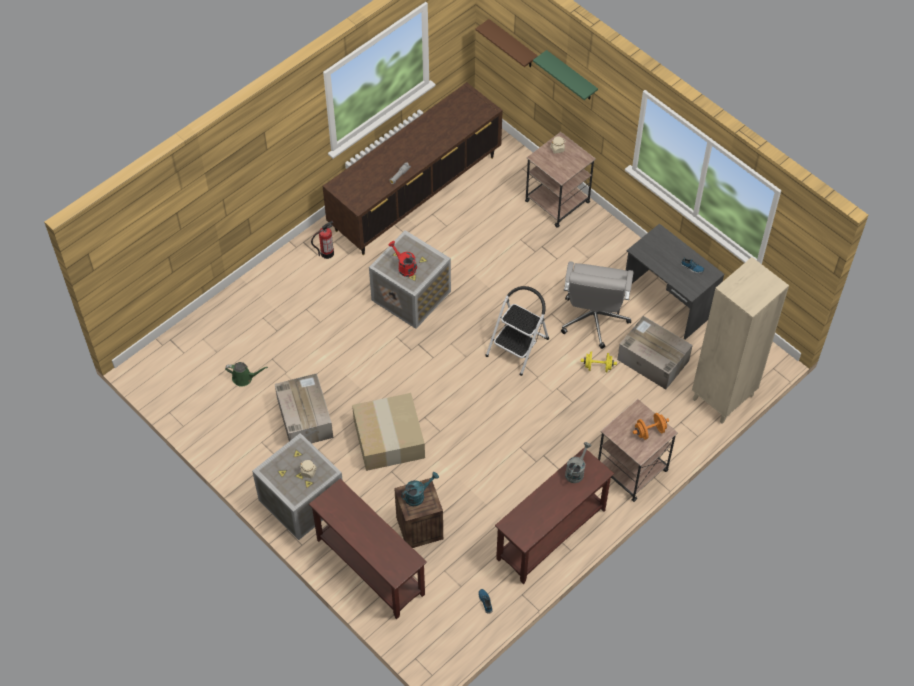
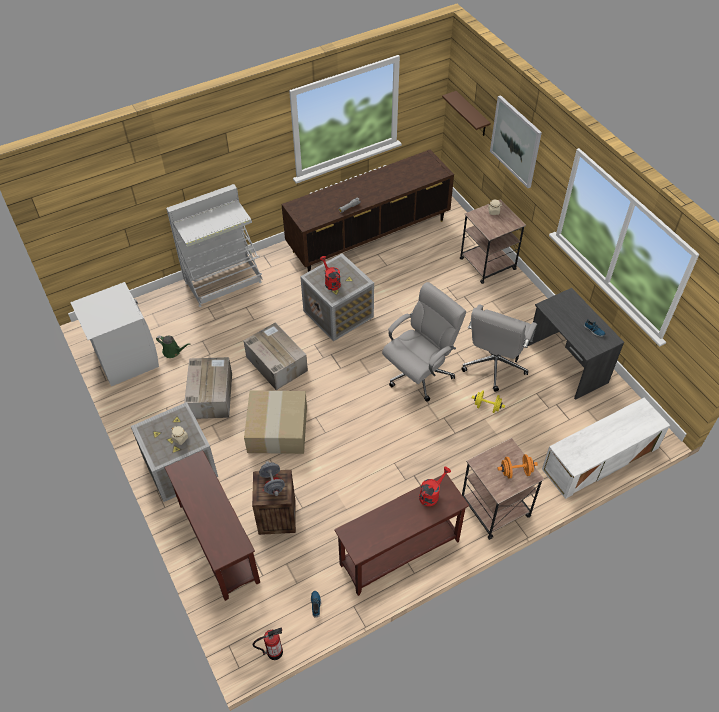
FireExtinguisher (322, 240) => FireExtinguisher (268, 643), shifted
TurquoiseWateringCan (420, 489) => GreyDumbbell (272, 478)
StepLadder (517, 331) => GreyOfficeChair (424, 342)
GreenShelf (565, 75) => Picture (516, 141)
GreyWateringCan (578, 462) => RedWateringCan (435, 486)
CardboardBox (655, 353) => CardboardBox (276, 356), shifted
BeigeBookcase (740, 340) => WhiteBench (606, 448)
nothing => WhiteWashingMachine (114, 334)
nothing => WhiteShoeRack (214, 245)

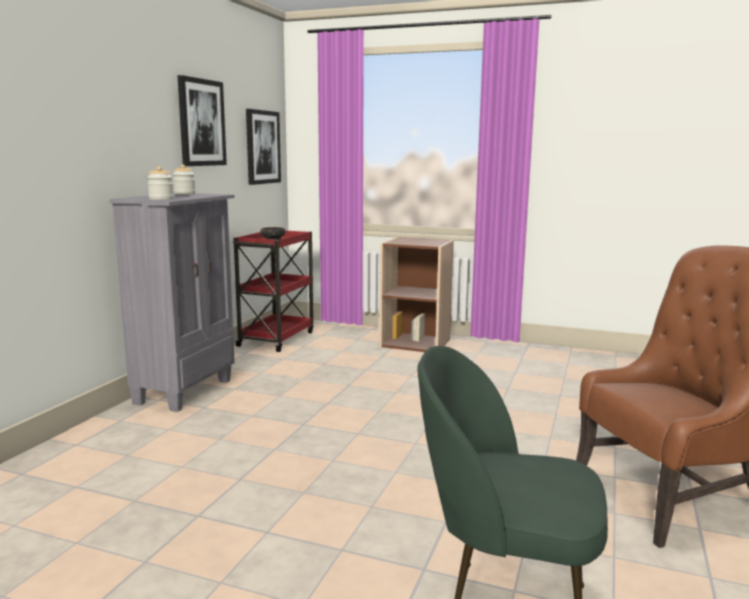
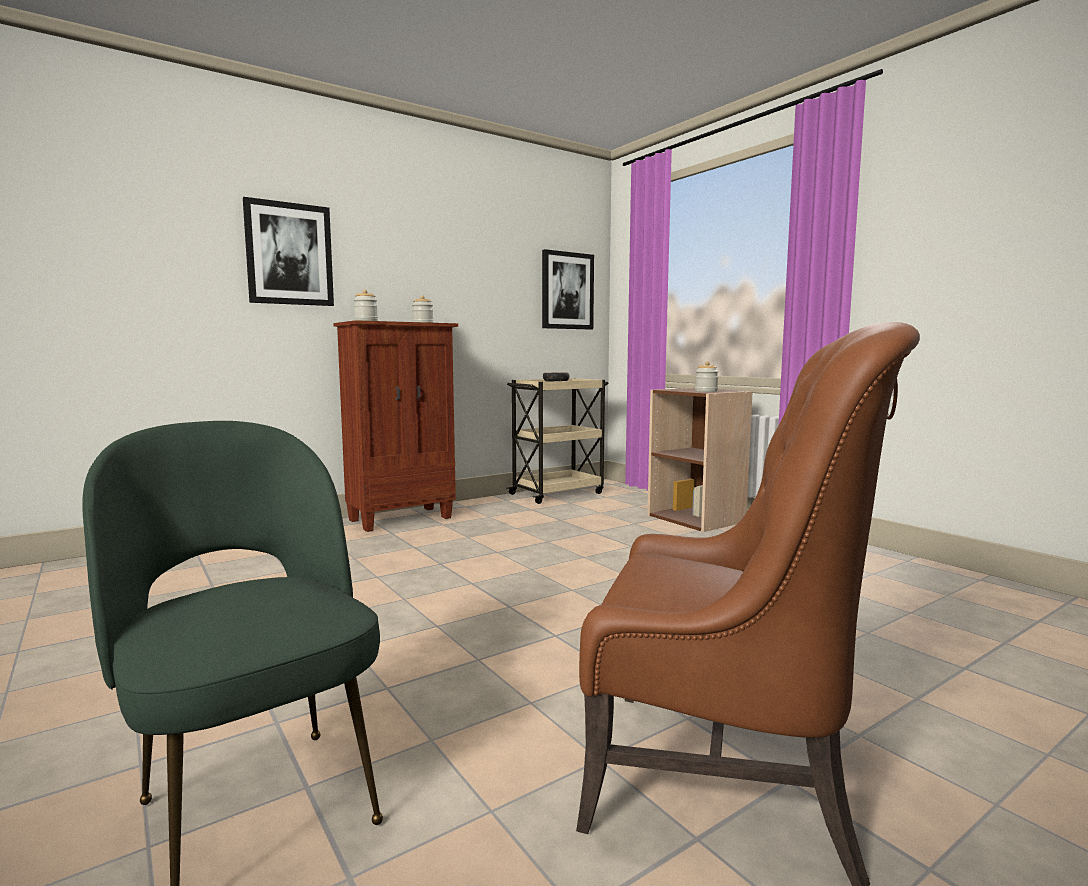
GreyCabinet (172, 302) => BrownCabinet (395, 426)
Picture (202, 120) => Picture (288, 251), shifted
RedCart (273, 291) => BeigeCart (558, 441)
nothing => Jar (706, 376)

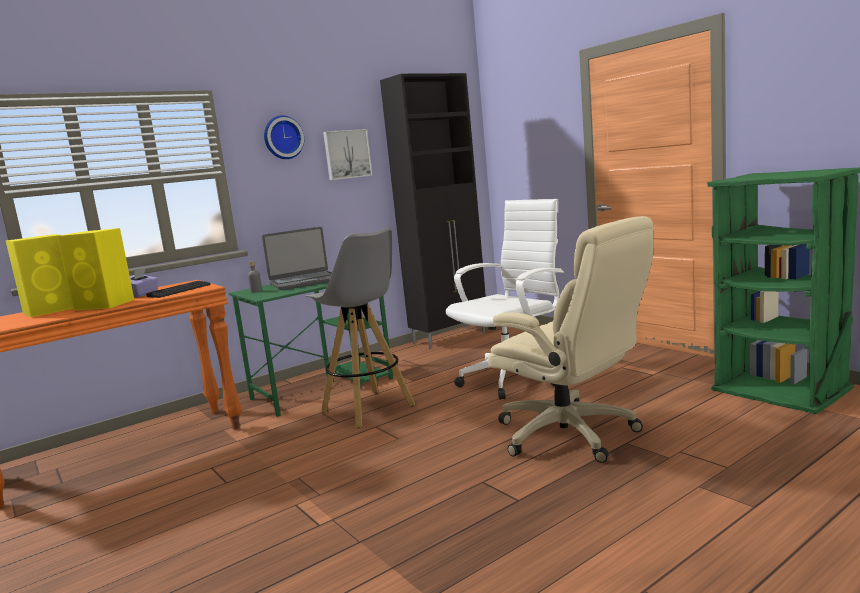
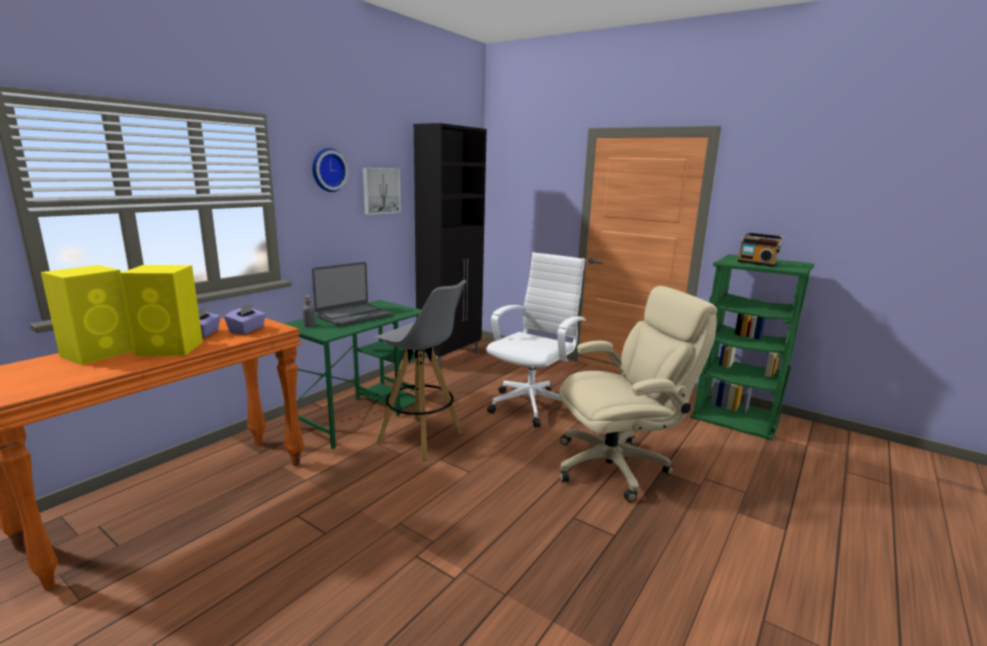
Keyboard (178, 289) => PurpleTissueBox (245, 318)
BeigeOfficeChair (571, 339) => BeigeOfficeChair (638, 394), 45 degrees counterclockwise
nothing => Radio (761, 249)

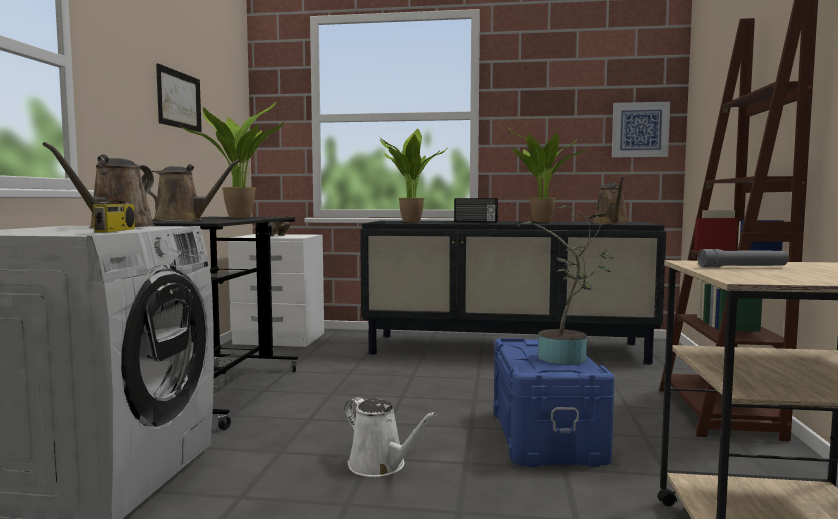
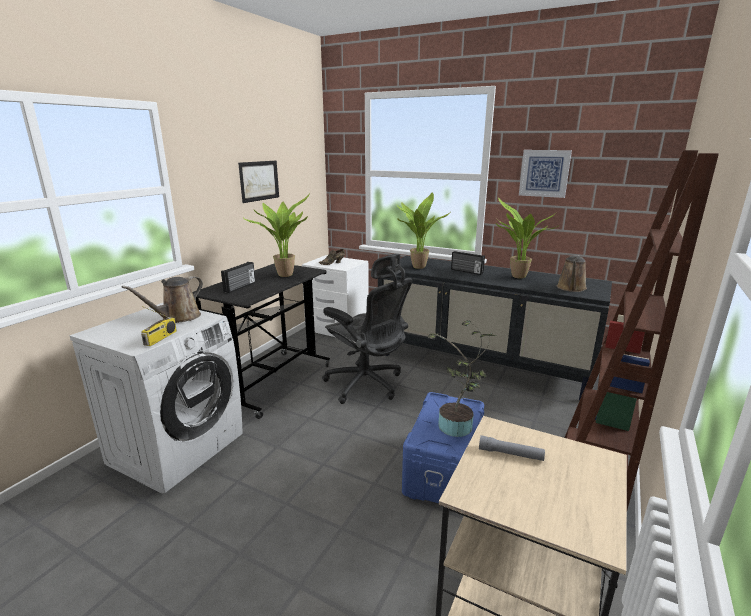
BrownWateringCan (191, 190) => Radio (238, 277)
WhiteWateringCan (391, 437) => nothing
Picture (641, 129) => Picture (545, 174), shifted
nothing => OfficeChair (367, 329)

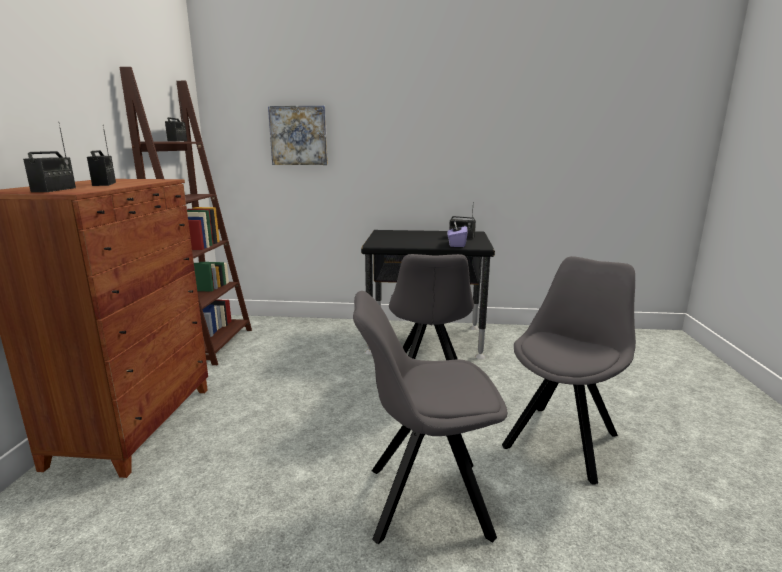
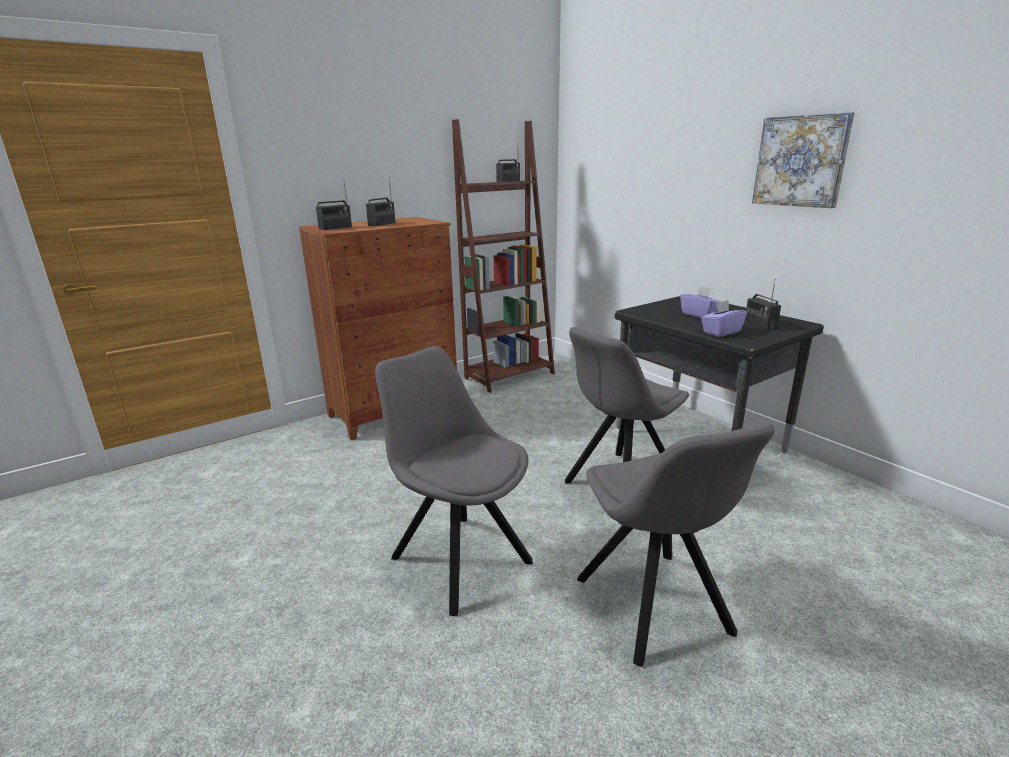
Picture (298, 135) => Picture (803, 160), shifted
GreyChair (569, 370) => GreyChair (676, 545), 75 degrees clockwise
nothing => PurpleTissueBox (700, 301)

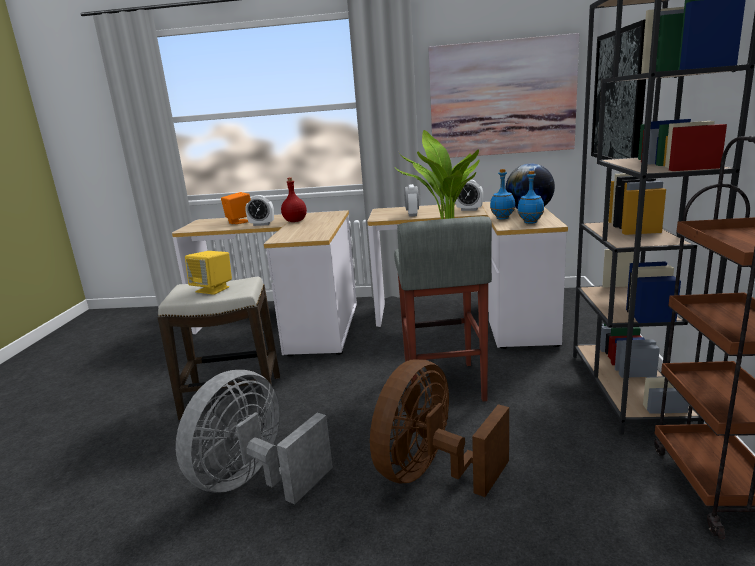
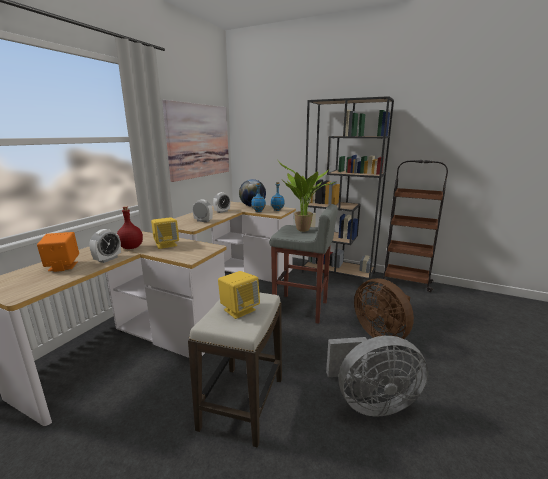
GreyFan (254, 437) => GreyFan (377, 376), 60 degrees counterclockwise
Picture (618, 89) => nothing
nothing => YellowSpeaker (165, 233)

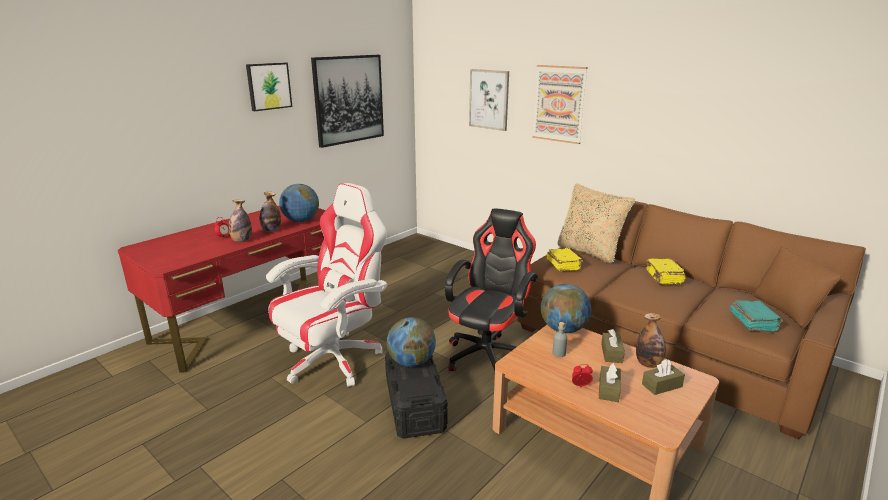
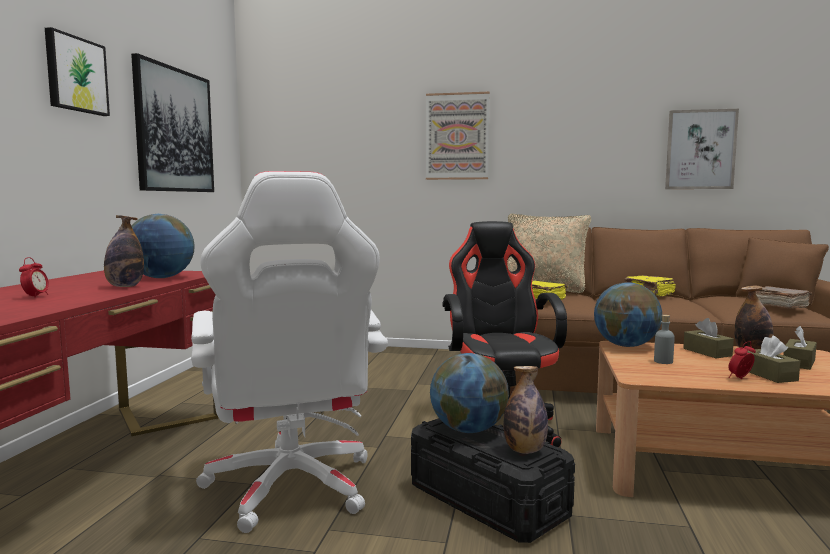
Bottle (240, 221) => Bottle (526, 410), shifted
WhiteOfficeChair (326, 285) => WhiteOfficeChair (289, 352), 150 degrees clockwise
Picture (489, 100) => Picture (702, 149), shifted
TurquoiseBook (756, 316) => BrownBook (783, 297)

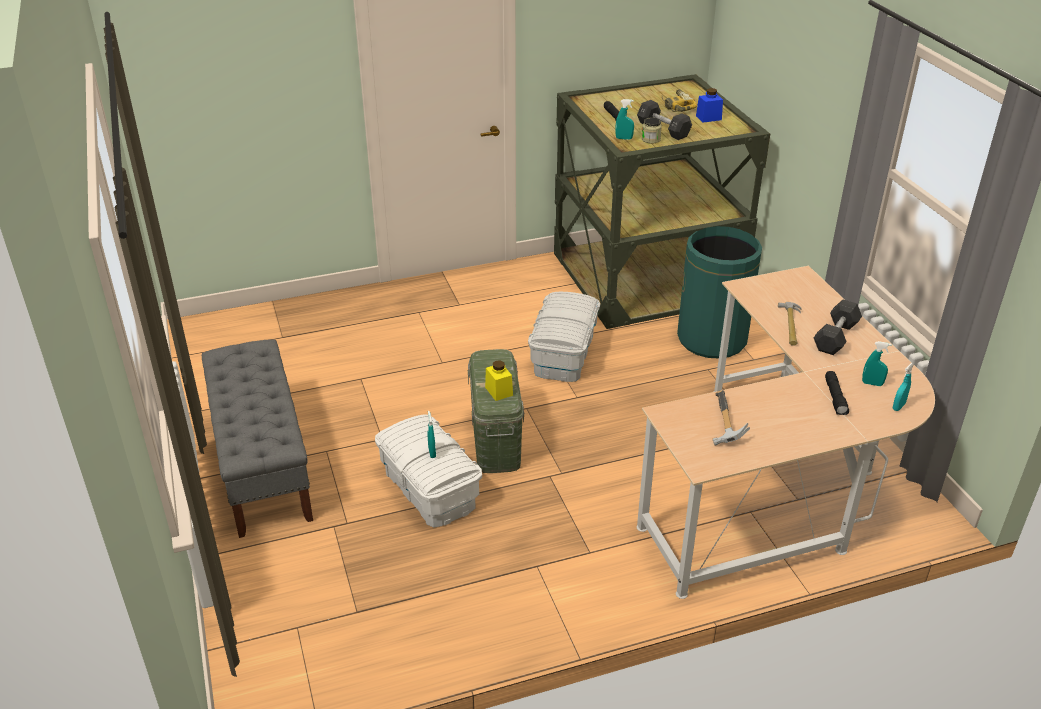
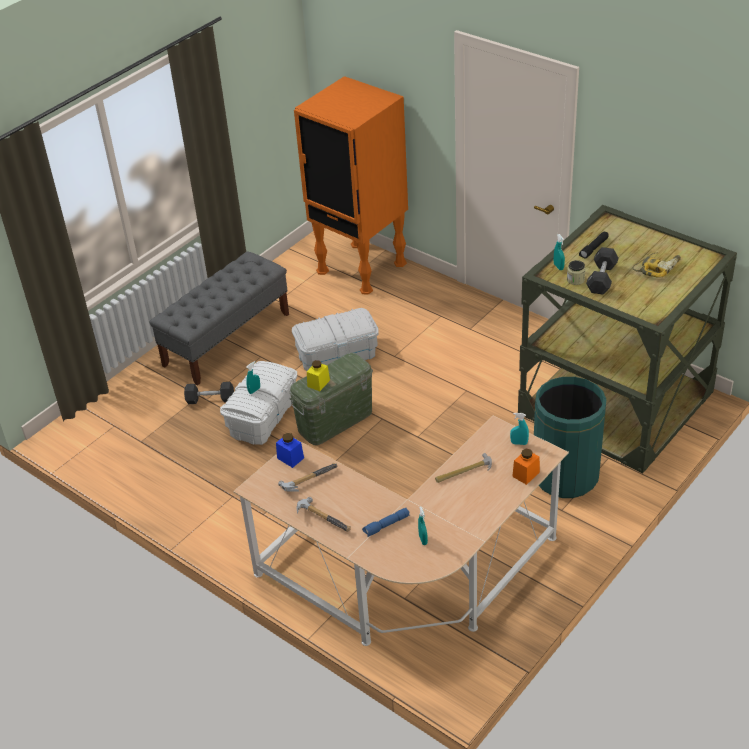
WhiteStorageBox (564, 337) => WhiteStorageBox (335, 339), shifted
BlueJar (709, 105) => BlueJar (290, 450), shifted
GreyDumbbell (838, 327) => GreyDumbbell (209, 393), shifted
BlackFlashlight (837, 393) => BlueFlashlight (385, 522)
TurquoiseSprayBottle (903, 387) => TurquoiseSprayBottle (519, 429), shifted
nothing => OrangeCabinet (351, 185)
nothing => Hammer (323, 514)
nothing => OrangeJar (526, 467)

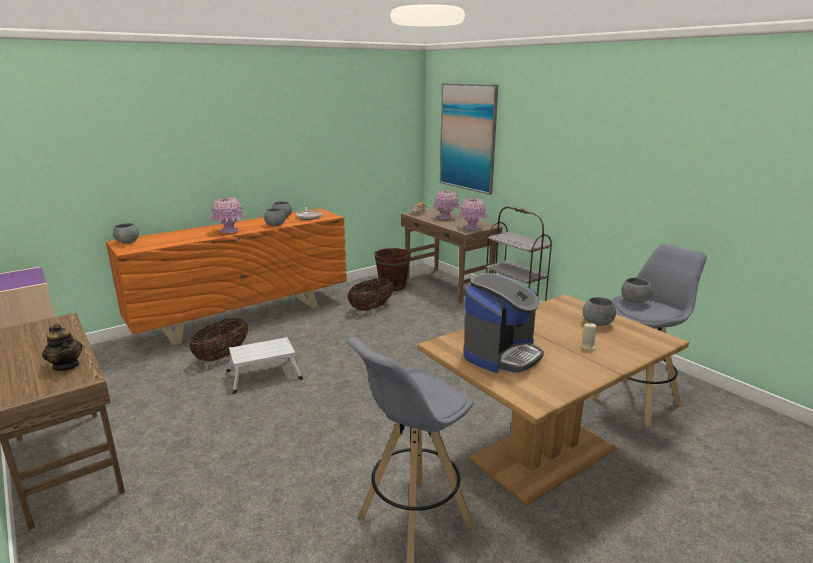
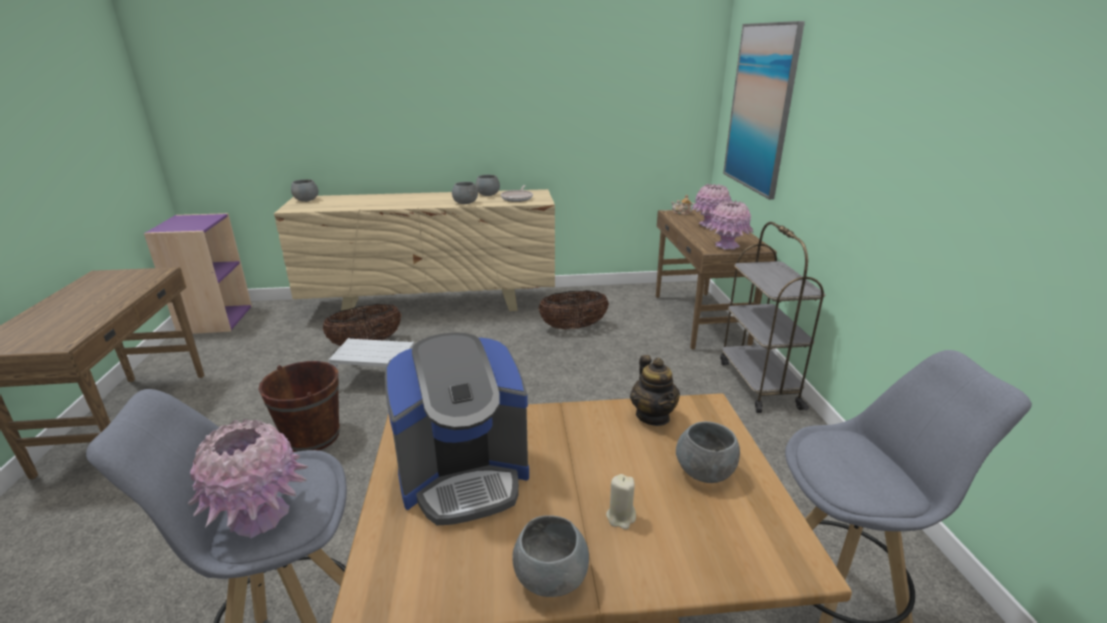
Teapot (62, 347) => Teapot (655, 390), shifted
OrangeCabinet (226, 277) => BeigeCabinet (414, 254)
PinkVase (227, 215) => PinkVase (248, 478), shifted
BrownBucket (393, 269) => BrownBucket (299, 406), shifted
GreyBowl (637, 291) => GreyBowl (550, 556), shifted

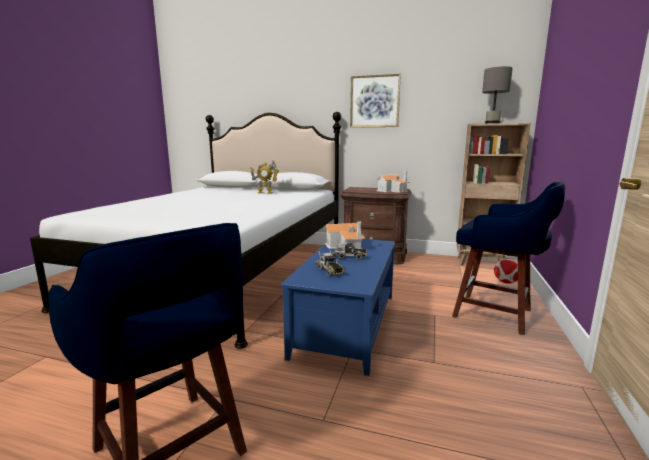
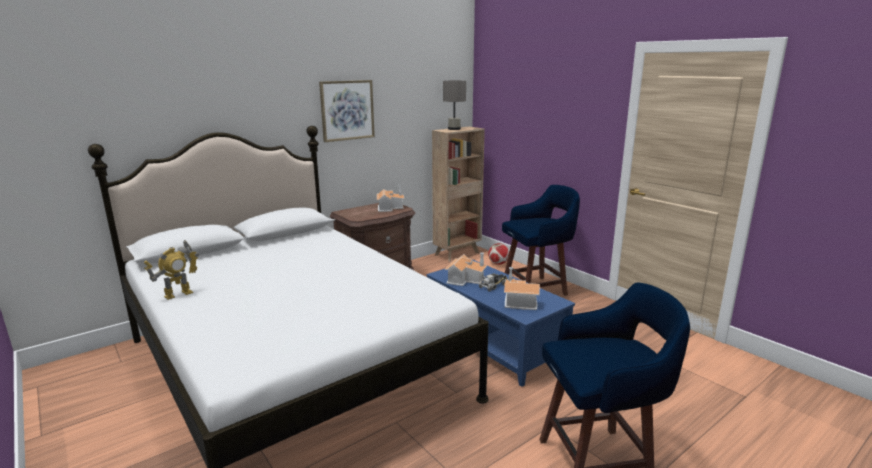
ToyRobot (264, 177) => ToyRobot (171, 270), shifted
ToyTruck (330, 263) => ToyHouse (522, 288)

